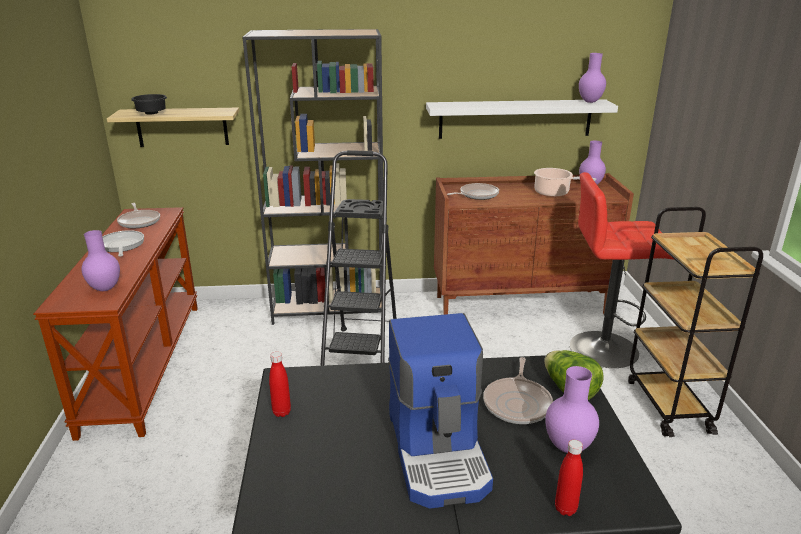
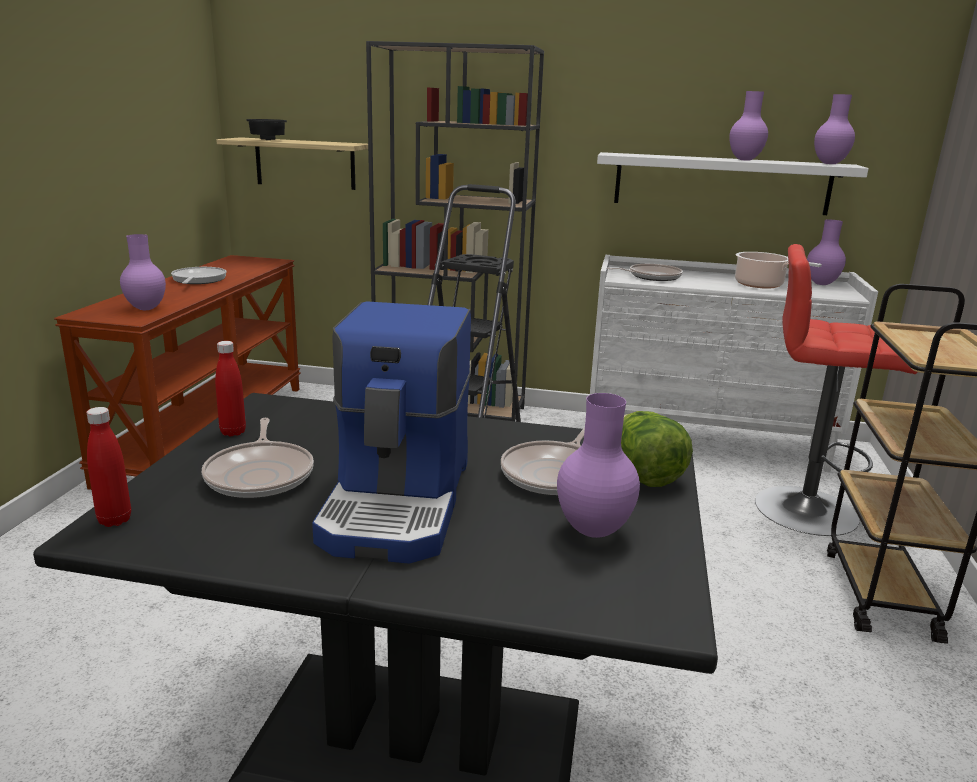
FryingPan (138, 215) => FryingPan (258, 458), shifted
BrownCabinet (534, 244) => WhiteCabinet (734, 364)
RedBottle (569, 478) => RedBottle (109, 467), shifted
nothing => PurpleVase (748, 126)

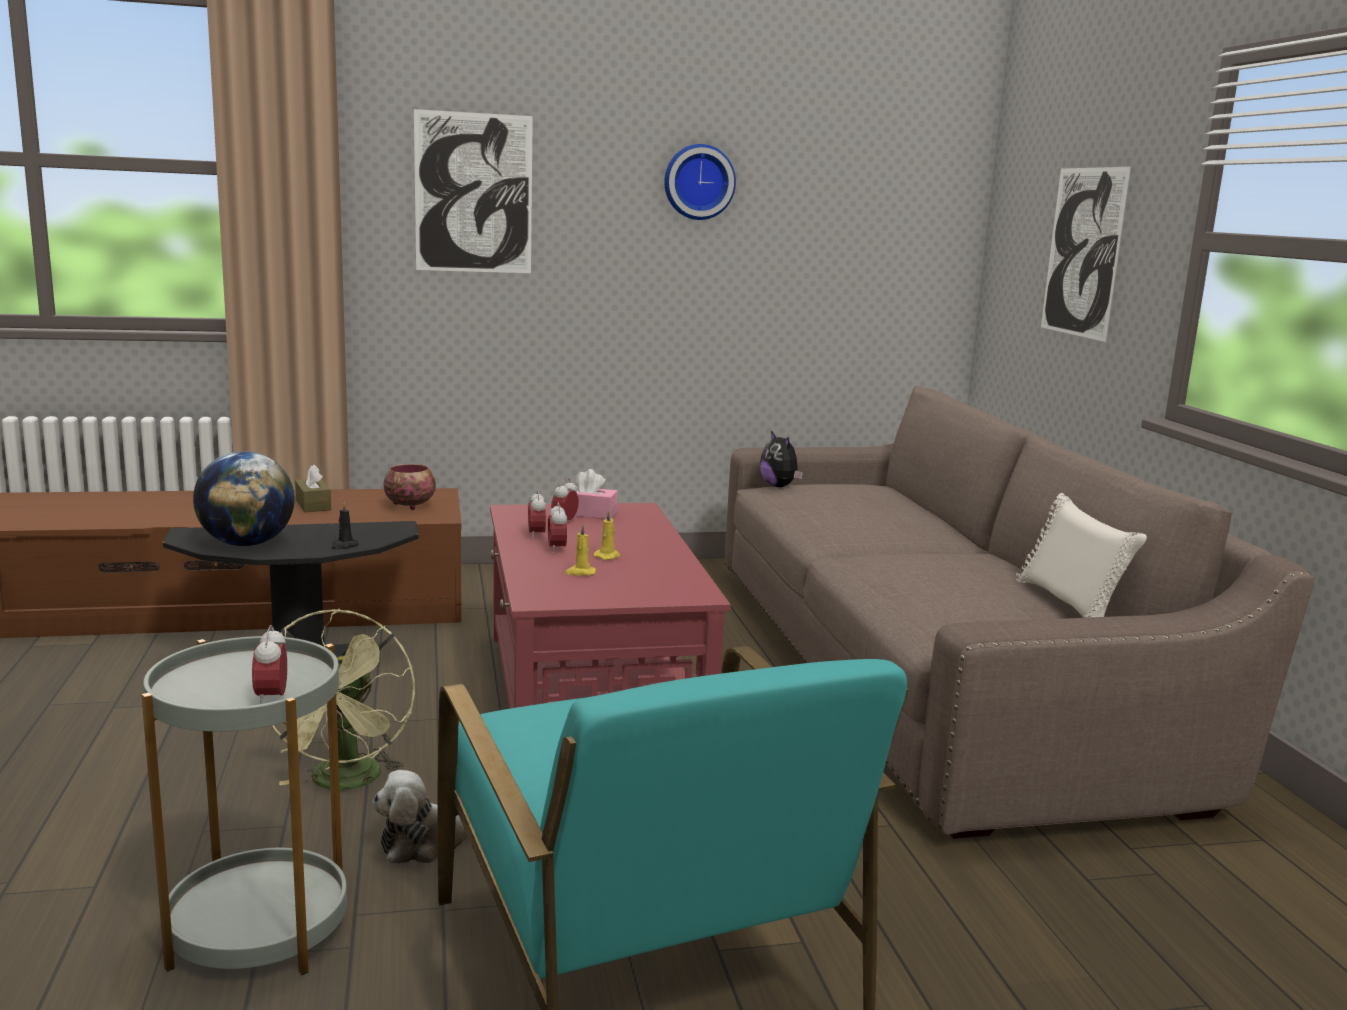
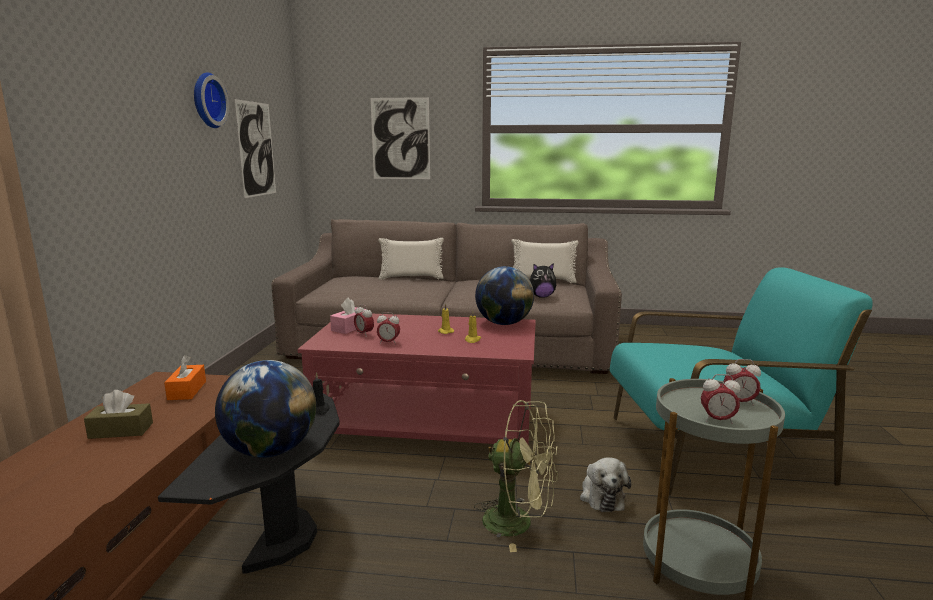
Bowl (409, 487) => OrangeTissueBox (185, 377)
Picture (473, 191) => Picture (255, 148), shifted
AlarmClock (557, 527) => AlarmClock (720, 399), shifted
PlushToy (781, 459) => PlushToy (543, 280), shifted
nothing => WhitePillow (411, 259)
nothing => Globe (504, 295)

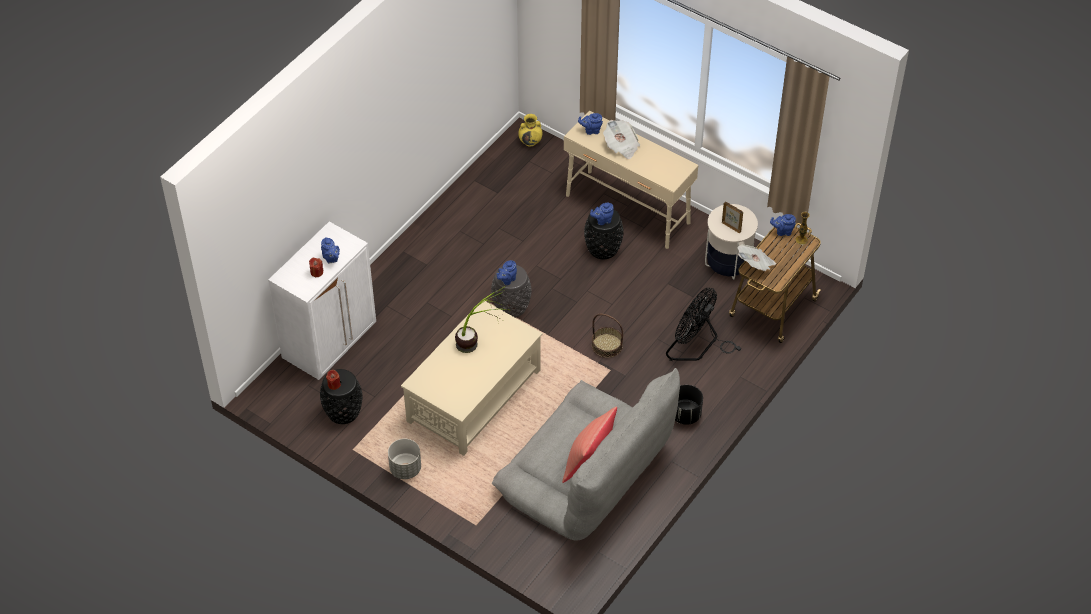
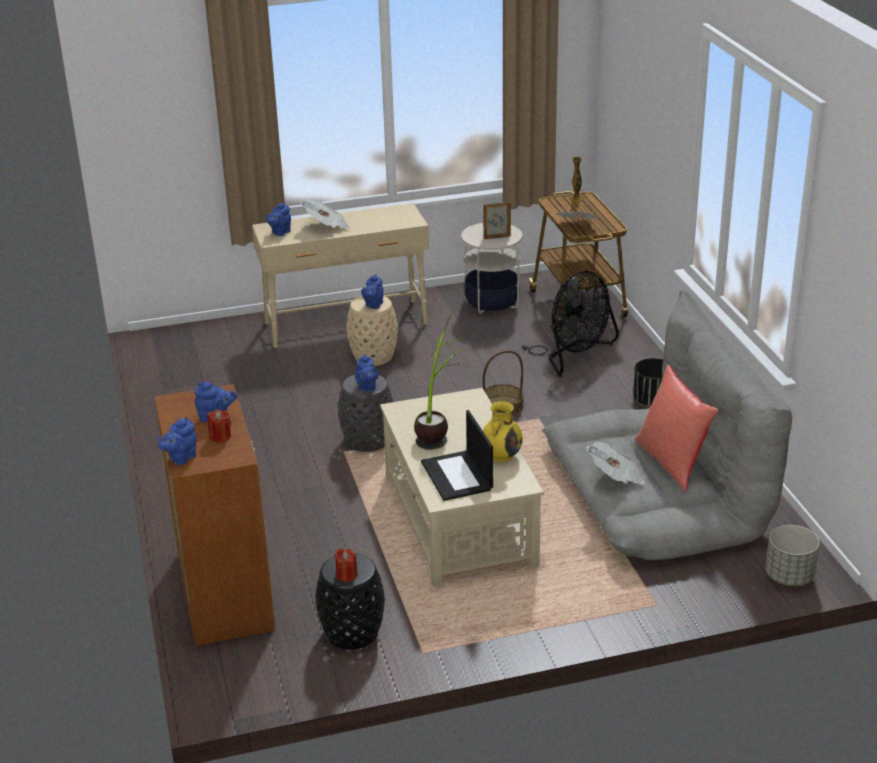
WhiteCabinet (322, 300) => BrownCabinet (215, 515)
GreyPlanter (404, 459) => GreyPlanter (792, 555), shifted
YellowVase (530, 130) => YellowVase (503, 431), shifted
BlackStool (604, 233) => BeigeStool (372, 331)
BlackFan (703, 324) => BlackFan (570, 324), 120 degrees counterclockwise
BlueTeapot (783, 225) => BlueTeapot (177, 441), shifted
nothing => Laptop (457, 455)
nothing => Newspaper (615, 463)

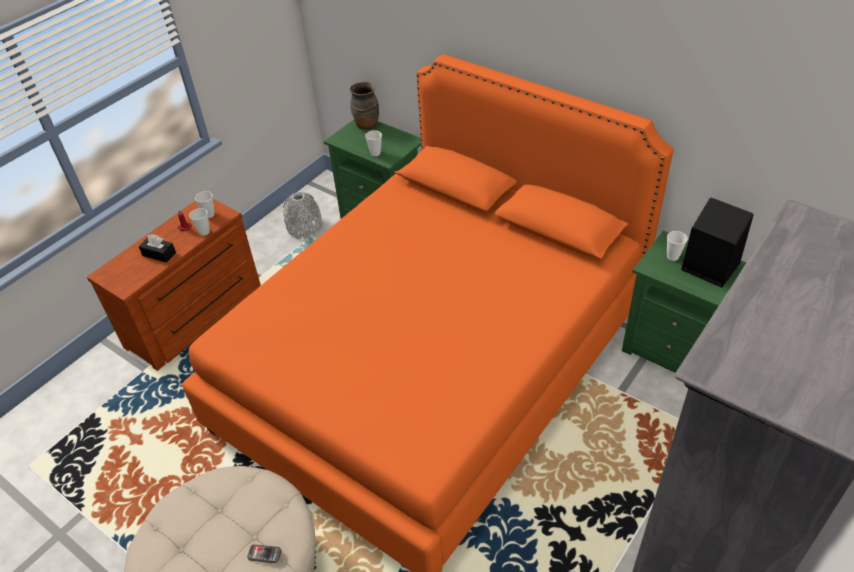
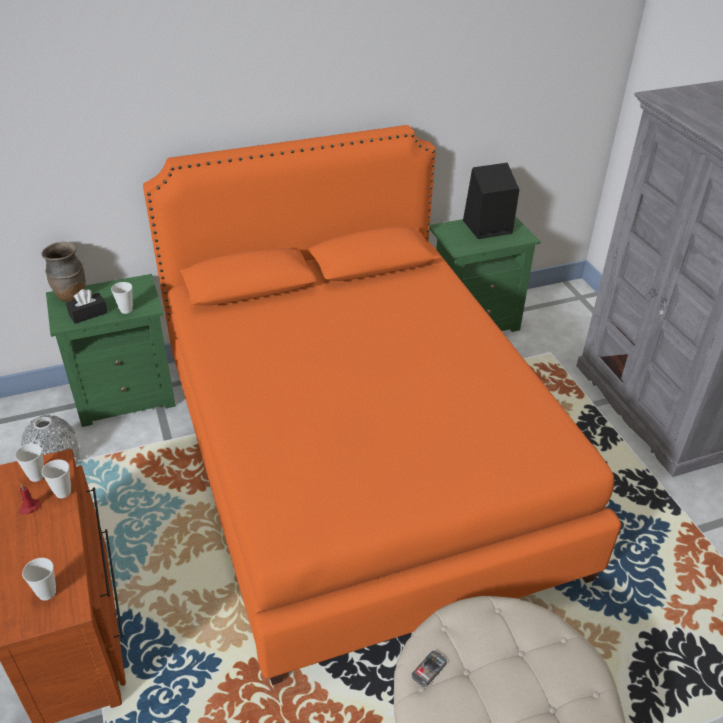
BlackTissueBox (157, 248) => BlackTissueBox (87, 306), shifted
Phone (264, 553) => Phone (429, 669), shifted
Cup (677, 246) => Cup (39, 579), shifted

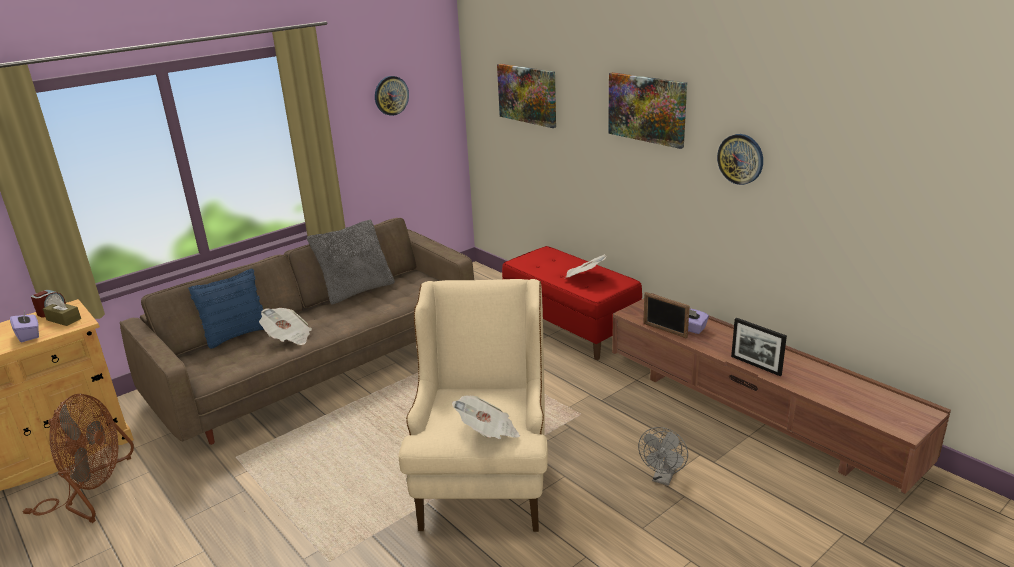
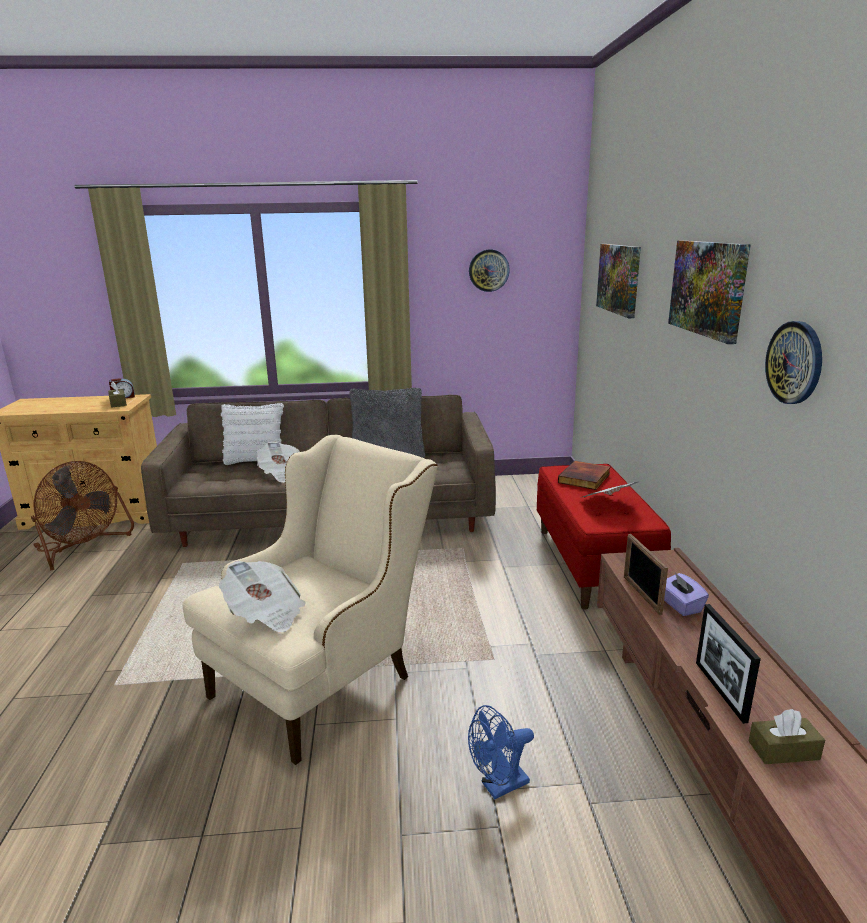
PurpleTissueBox (24, 326) => nothing
BluePillow (226, 308) => WhitePillow (252, 434)
GreyFan (663, 456) => BlueFan (501, 752)
nothing => Book (584, 475)
nothing => BrownTissueBox (787, 736)

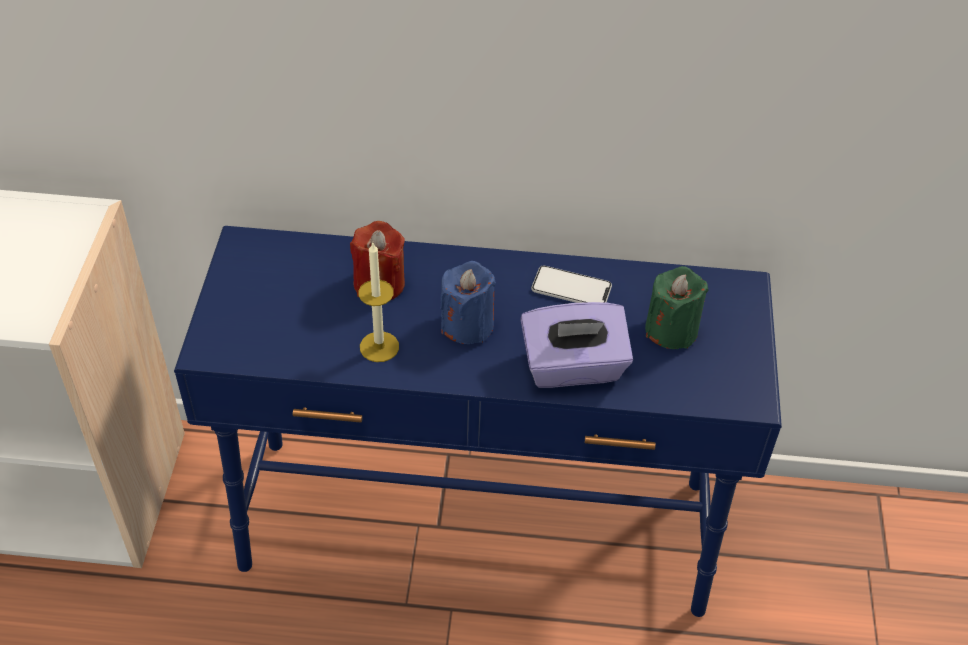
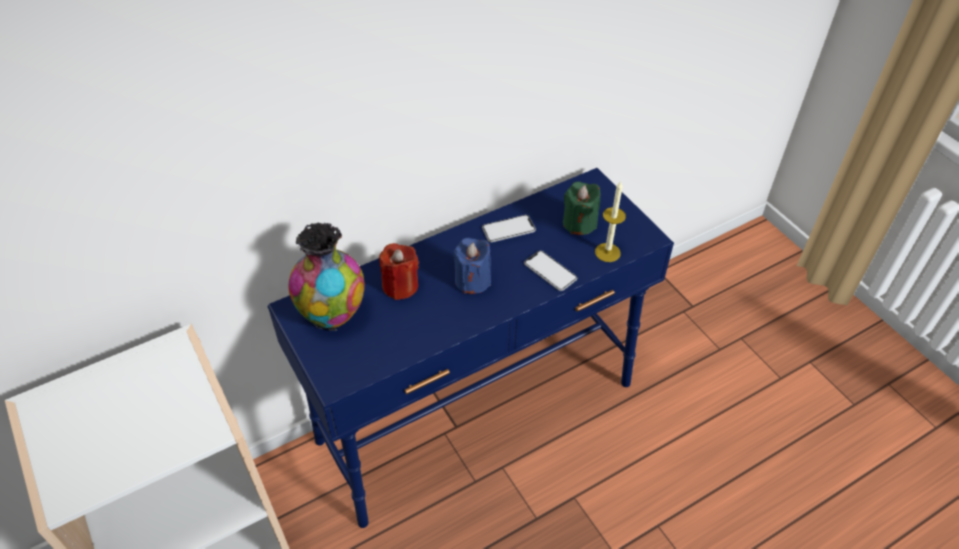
Candle (378, 302) => Candle (610, 221), shifted
PurpleTissueBox (576, 345) => Phone (550, 271)
nothing => Vase (326, 277)

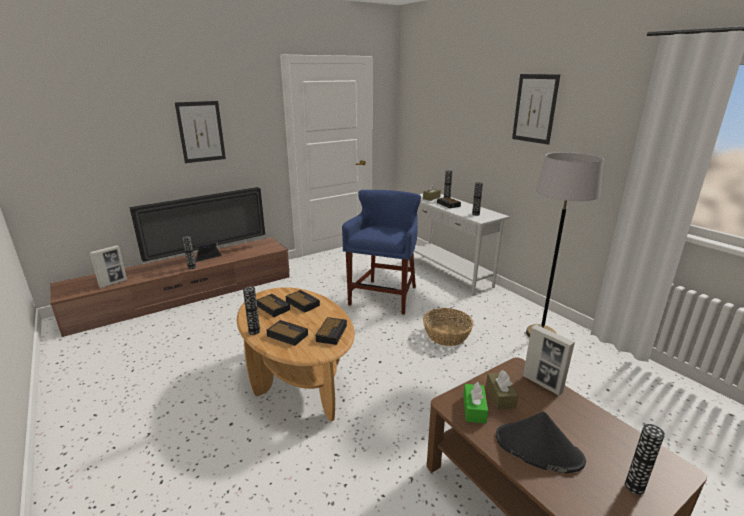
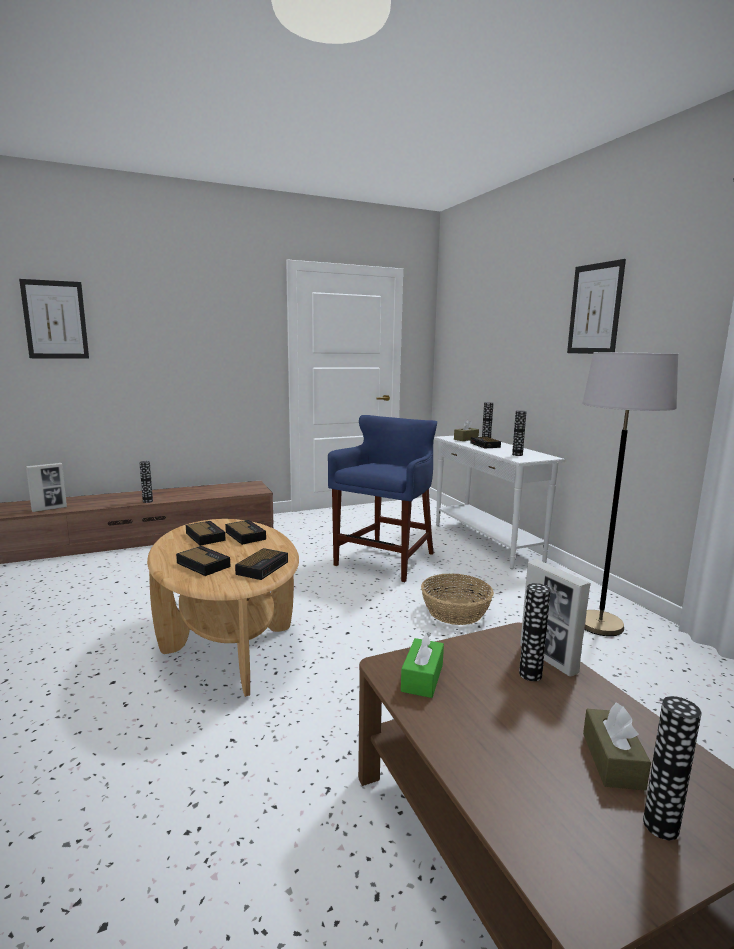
Television (197, 224) => nothing
Picture (200, 132) => Picture (54, 319), shifted
Vase (251, 311) => Vase (535, 632), shifted
BrownTissueBox (502, 389) => BrownTissueBox (617, 746), shifted
BlackHat (541, 442) => nothing

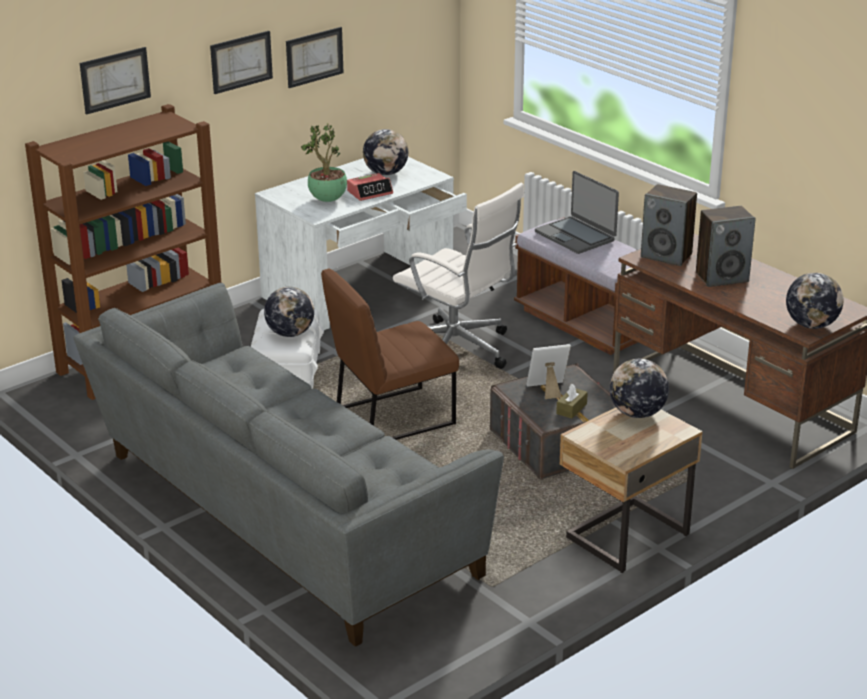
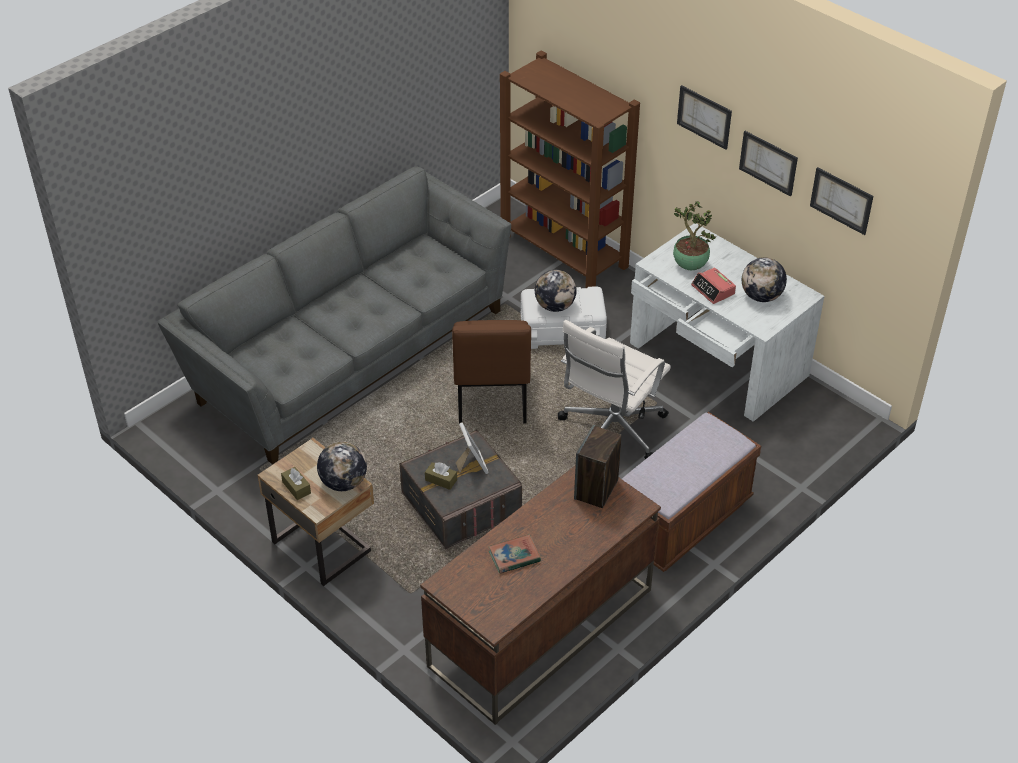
Picture (115, 80) => Picture (841, 201), shifted
BrownChair (390, 354) => BrownChair (491, 371), 150 degrees counterclockwise
Laptop (577, 212) => nothing
Speaker (725, 246) => nothing
Globe (815, 301) => nothing
nothing => BrownTissueBox (296, 483)
nothing => Book (515, 554)

